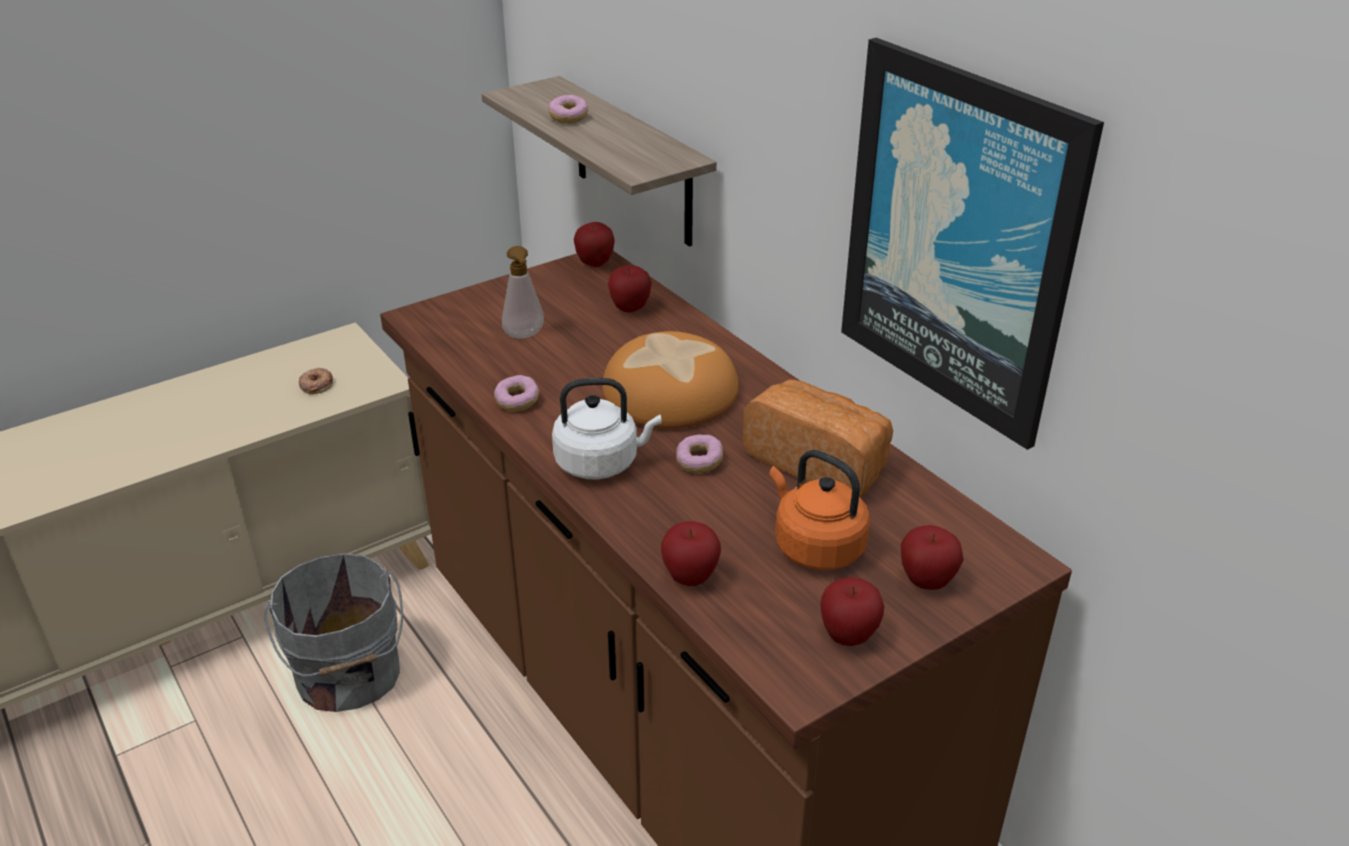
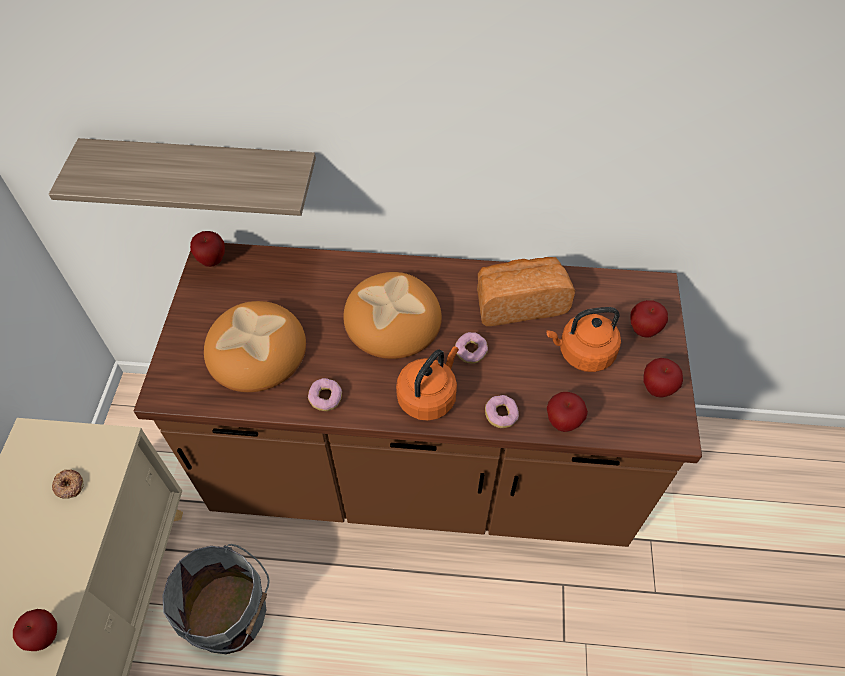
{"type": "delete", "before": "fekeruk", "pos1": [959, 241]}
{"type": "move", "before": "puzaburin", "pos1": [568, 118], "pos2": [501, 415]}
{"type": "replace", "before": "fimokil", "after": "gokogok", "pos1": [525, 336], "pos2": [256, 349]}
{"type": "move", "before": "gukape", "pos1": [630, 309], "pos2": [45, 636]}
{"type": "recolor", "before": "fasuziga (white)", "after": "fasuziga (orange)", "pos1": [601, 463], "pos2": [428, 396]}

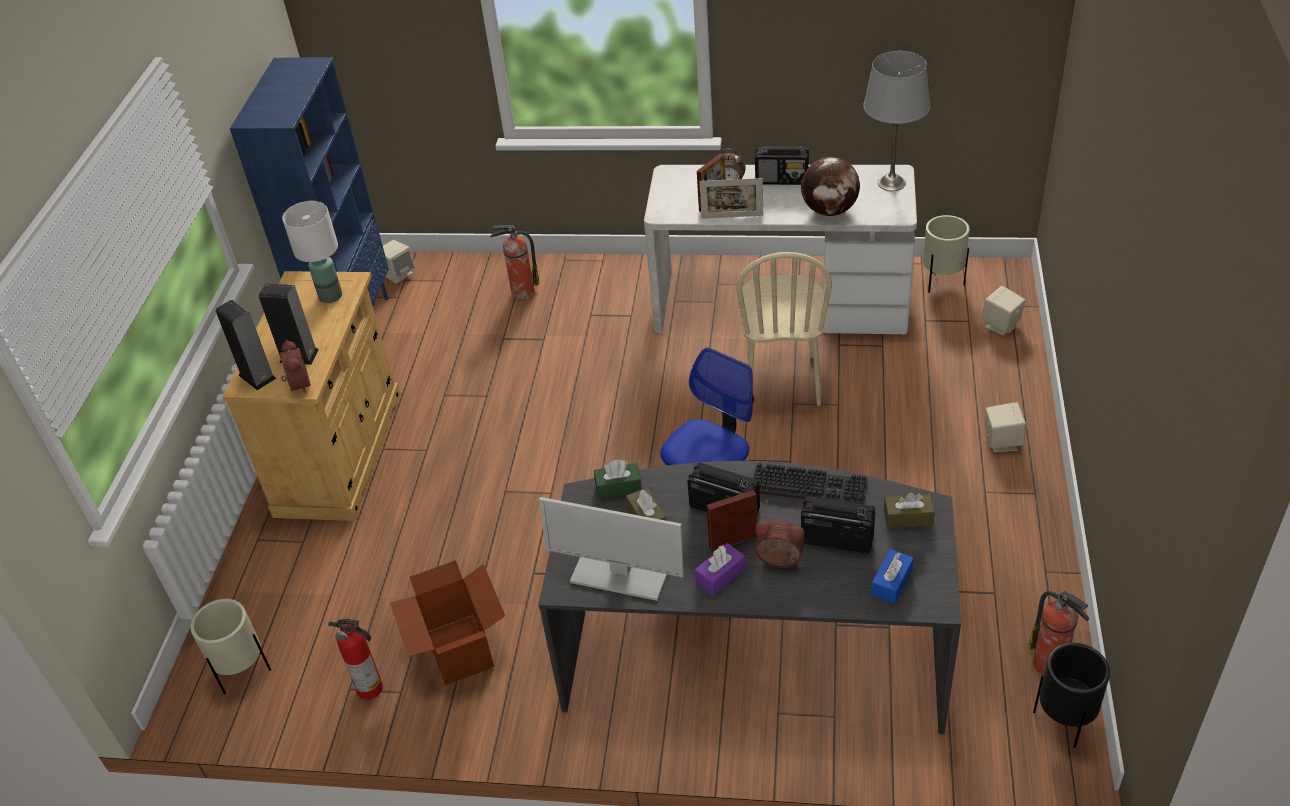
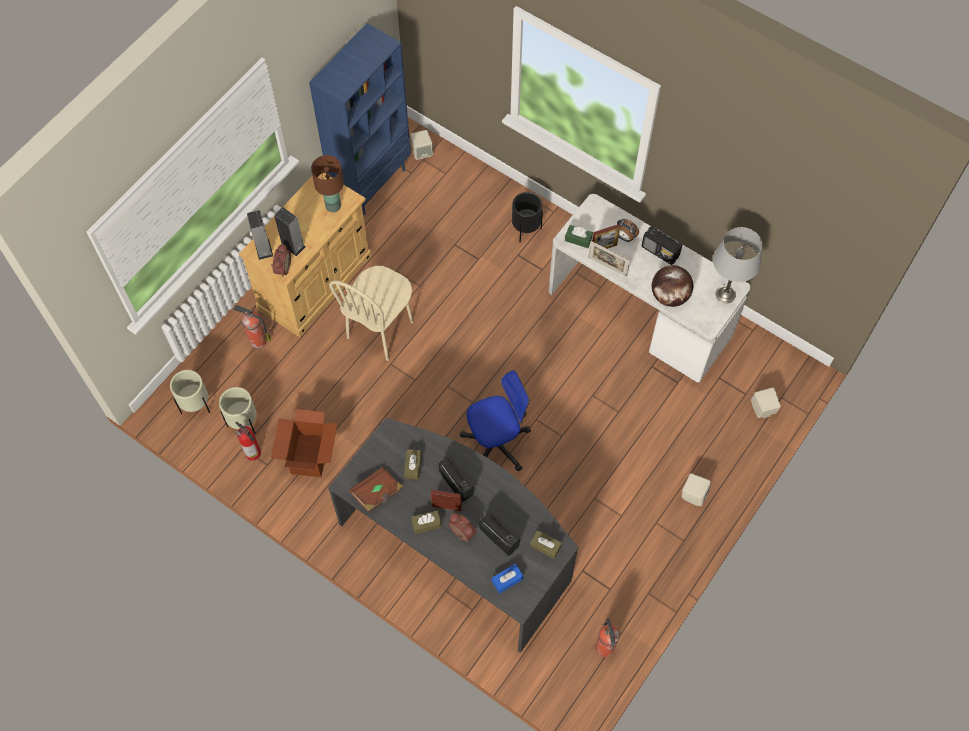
{"type": "recolor", "before": "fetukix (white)", "after": "fetukix (brown)", "pos1": [330, 295], "pos2": [333, 205]}
{"type": "move", "before": "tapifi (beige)", "pos1": [942, 283], "pos2": [244, 423]}
{"type": "move", "before": "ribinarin", "pos1": [521, 293], "pos2": [257, 340]}
{"type": "move", "before": "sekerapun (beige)", "pos1": [782, 381], "pos2": [380, 330]}
{"type": "move", "before": "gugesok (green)", "pos1": [618, 487], "pos2": [578, 239]}
{"type": "delete", "before": "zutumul", "pos1": [811, 485]}
{"type": "replace", "before": "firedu", "after": "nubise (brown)", "pos1": [619, 575], "pos2": [377, 493]}
{"type": "recolor", "before": "gugesok (purple)", "after": "gugesok (brown)", "pos1": [720, 575], "pos2": [426, 524]}
{"type": "move", "before": "tapifi (black)", "pos1": [1064, 722], "pos2": [526, 230]}

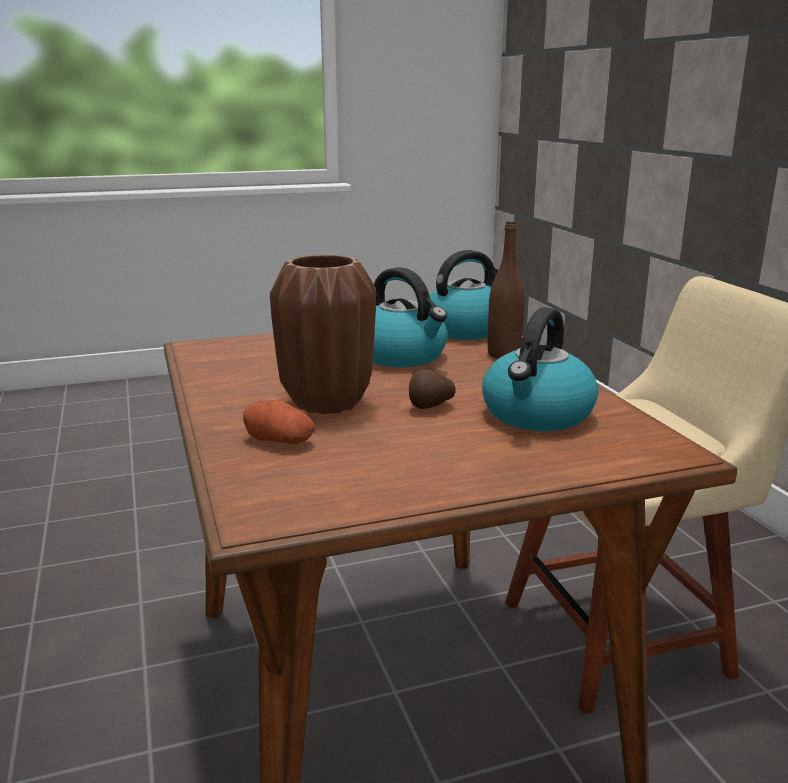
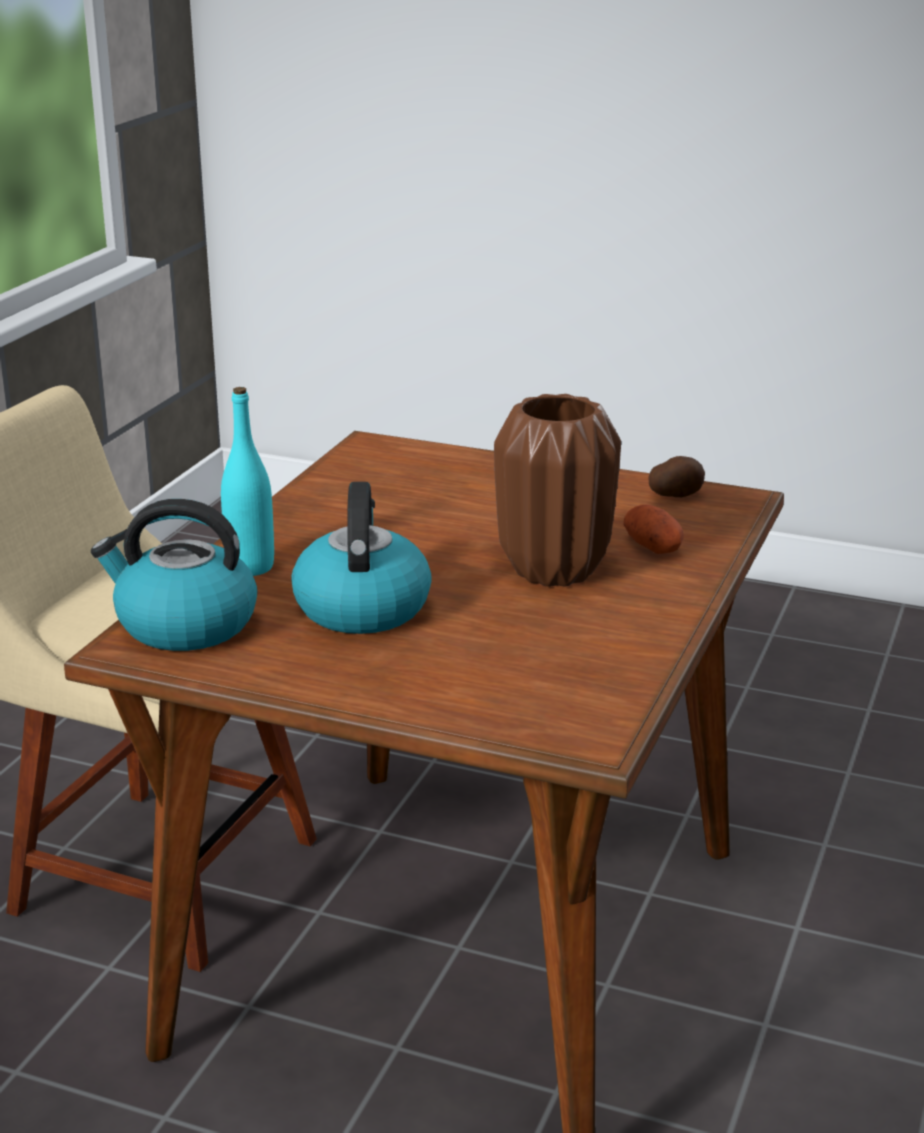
{"type": "recolor", "before": "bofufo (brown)", "after": "bofufo (turquoise)", "pos1": [504, 354], "pos2": [250, 567]}
{"type": "delete", "before": "fasuziga", "pos1": [537, 415]}
{"type": "move", "before": "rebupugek", "pos1": [429, 406], "pos2": [675, 496]}

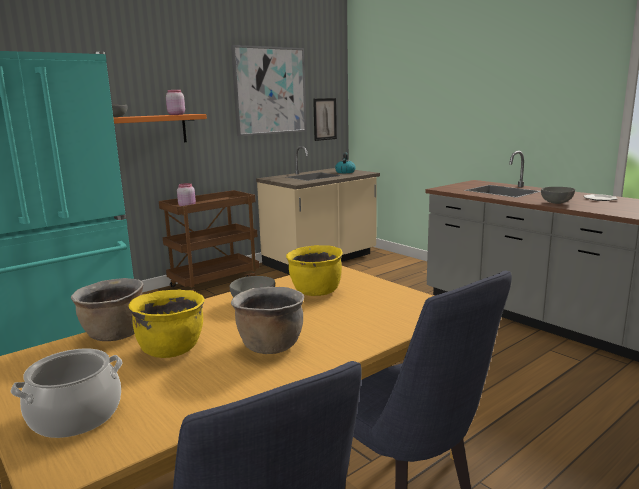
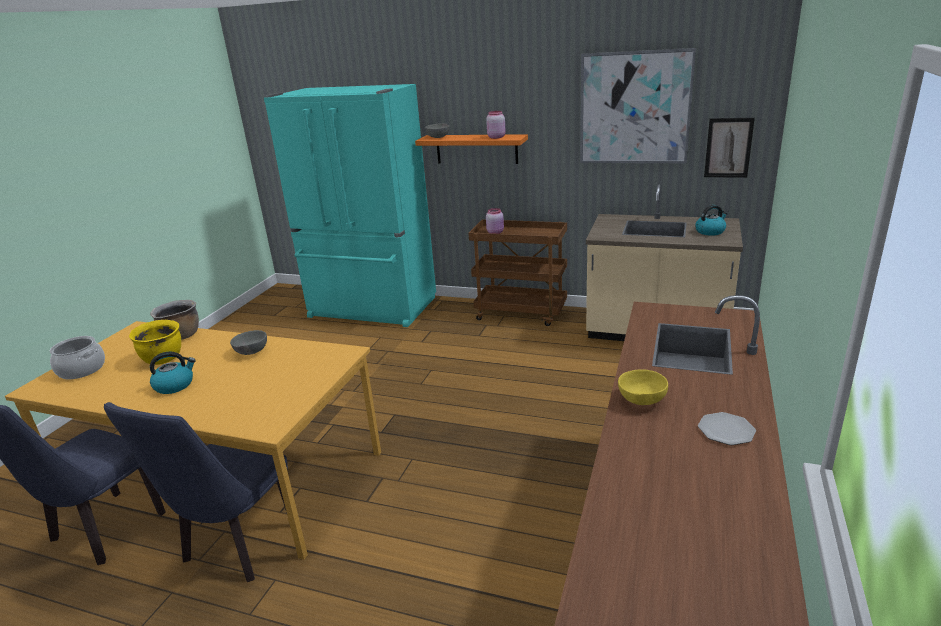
{"type": "recolor", "before": "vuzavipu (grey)", "after": "vuzavipu (yellow)", "pos1": [557, 203], "pos2": [641, 401]}
{"type": "delete", "before": "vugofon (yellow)", "pos1": [316, 292]}
{"type": "replace", "before": "vugofon (brown)", "after": "fasuziga", "pos1": [270, 346], "pos2": [175, 385]}

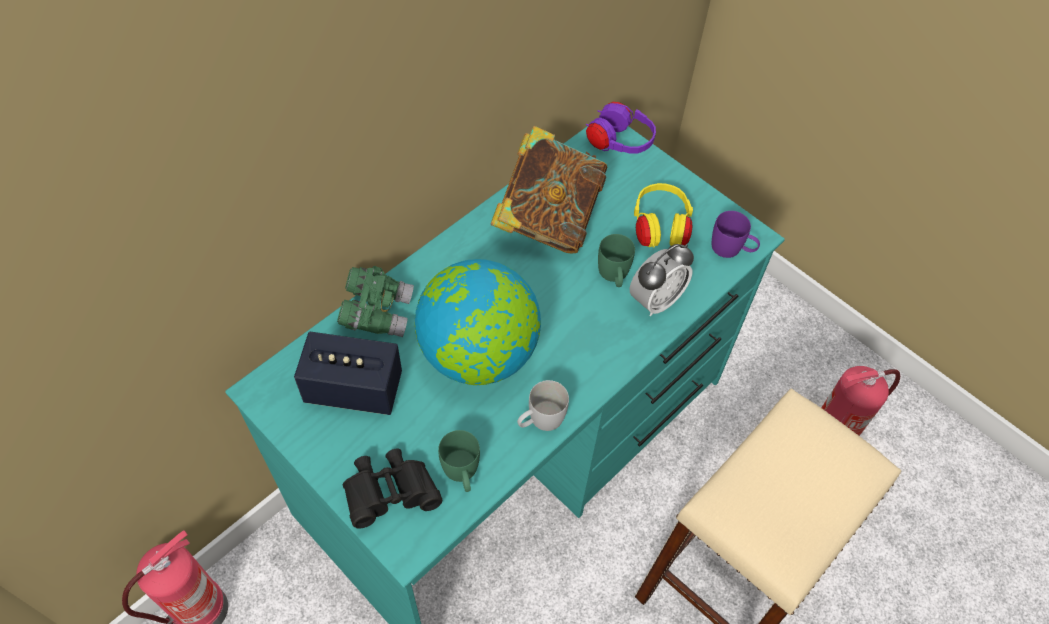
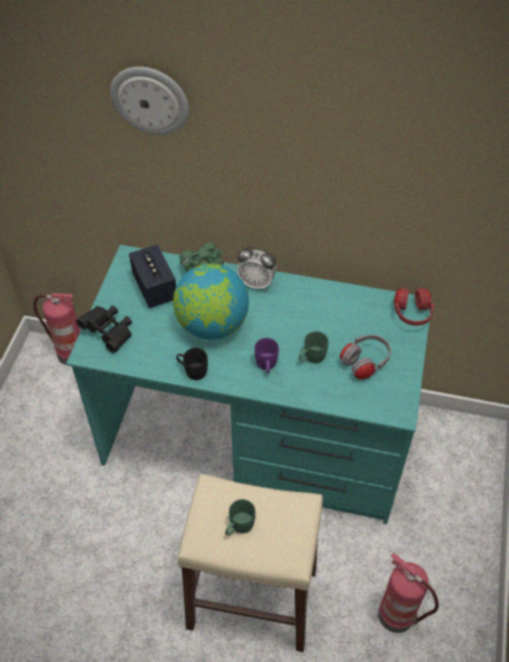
{"type": "recolor", "before": "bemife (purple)", "after": "bemife (red)", "pos1": [619, 143], "pos2": [411, 314]}
{"type": "delete", "before": "nubise", "pos1": [548, 219]}
{"type": "recolor", "before": "bemife (yellow)", "after": "bemife (grey)", "pos1": [660, 229], "pos2": [364, 363]}
{"type": "move", "before": "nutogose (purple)", "pos1": [732, 249], "pos2": [266, 366]}
{"type": "move", "before": "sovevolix", "pos1": [656, 300], "pos2": [256, 283]}
{"type": "recolor", "before": "nutogose (white)", "after": "nutogose (black)", "pos1": [540, 420], "pos2": [192, 370]}
{"type": "move", "before": "nutogose (green)", "pos1": [462, 473], "pos2": [238, 527]}
{"type": "insert", "after": "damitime", "pos2": [150, 100]}

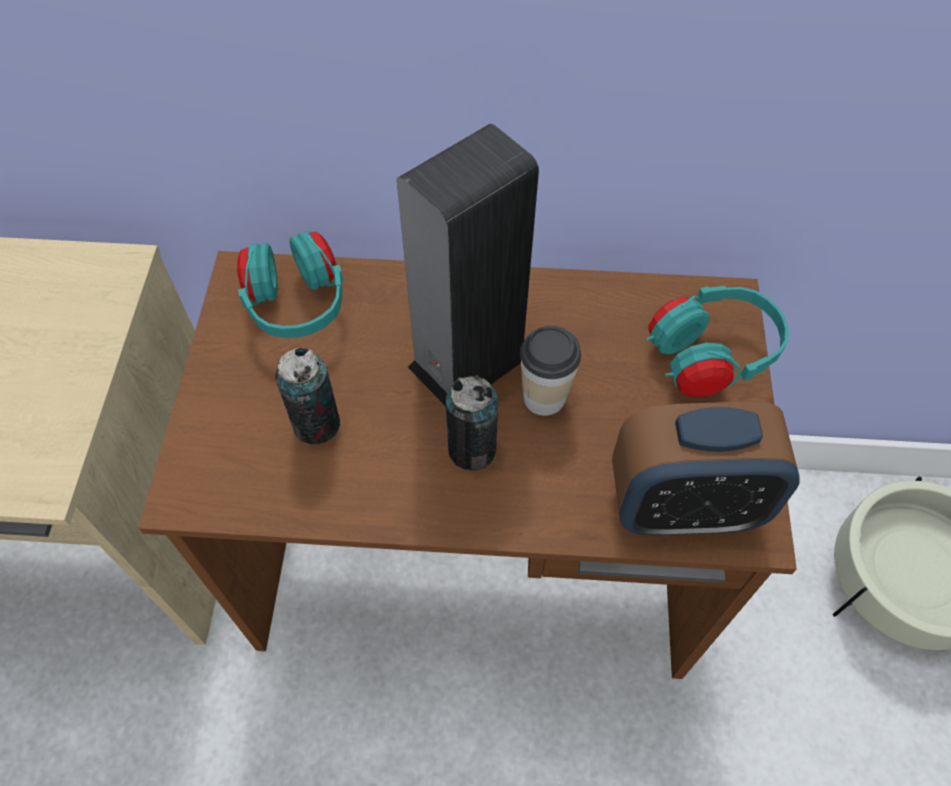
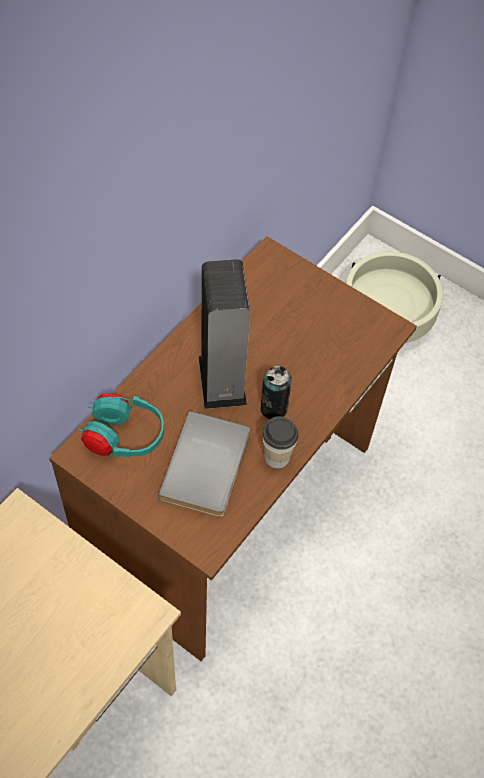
{"type": "delete", "before": "bemife (turquoise)", "pos1": [709, 358]}
{"type": "move", "before": "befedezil", "pos1": [544, 397], "pos2": [277, 456]}
{"type": "replace", "before": "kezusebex", "after": "nubise (grey)", "pos1": [316, 424], "pos2": [209, 467]}
{"type": "delete", "before": "sovevolix", "pos1": [683, 506]}

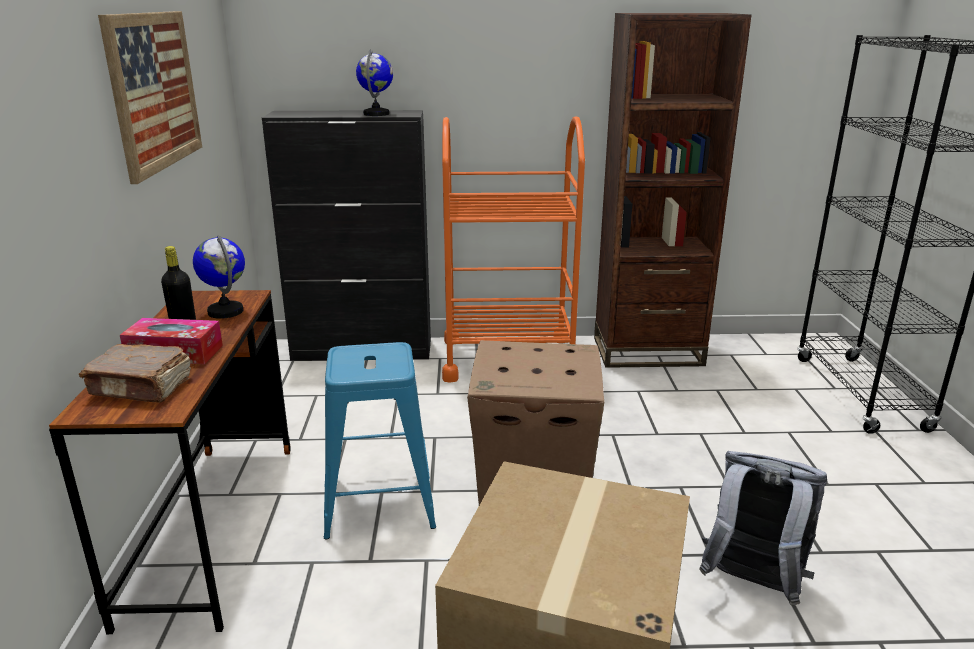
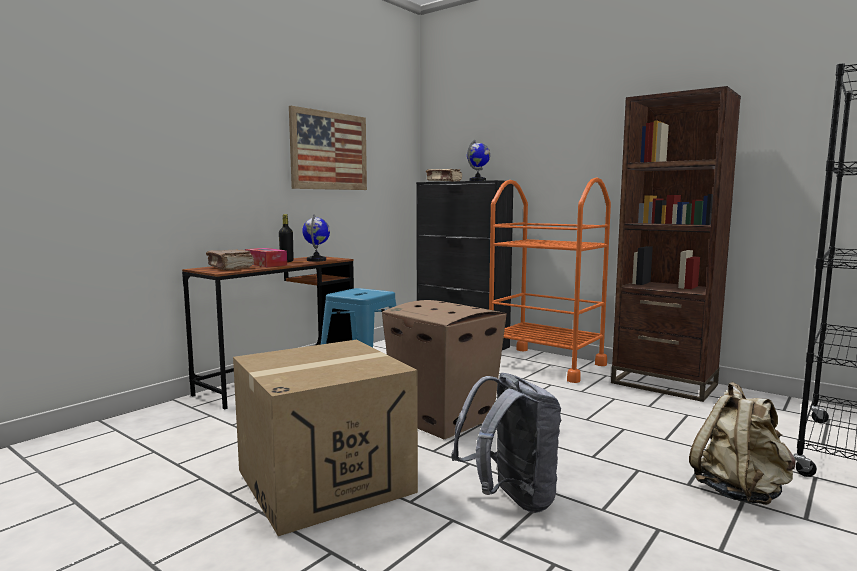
{"type": "insert", "after": "nubise (beige)", "pos2": [444, 181]}
{"type": "insert", "after": "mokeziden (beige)", "pos2": [739, 492]}

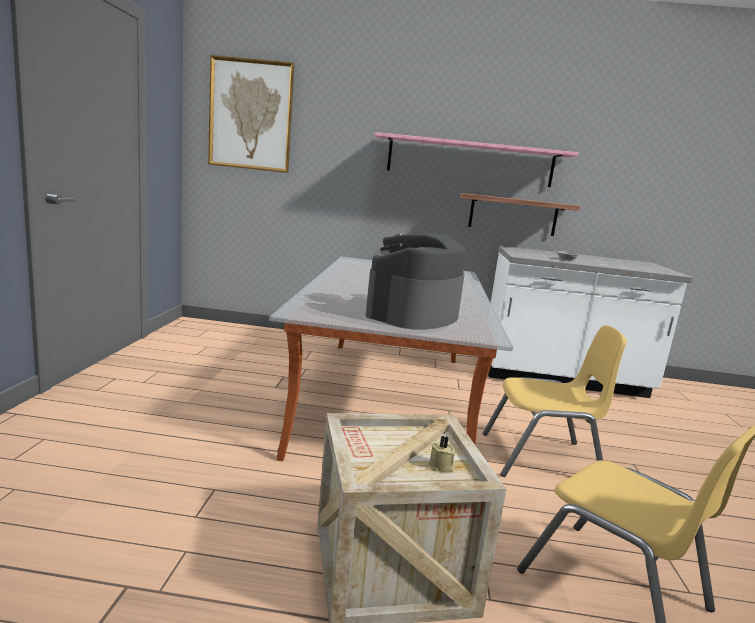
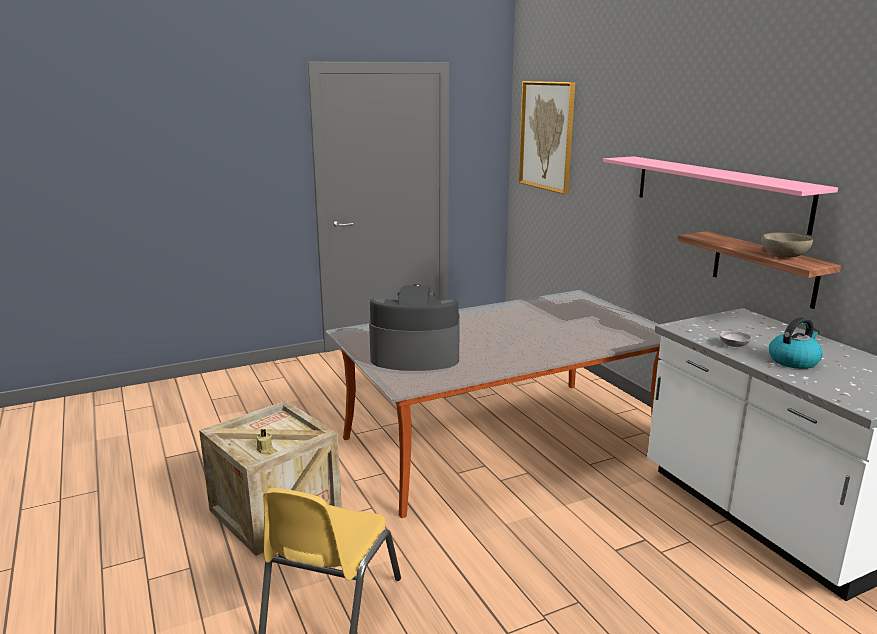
{"type": "delete", "before": "sekerapun (yellow)", "pos1": [541, 458]}
{"type": "insert", "after": "vuzavipu (beige)", "pos2": [784, 256]}
{"type": "insert", "after": "fasuziga", "pos2": [793, 361]}

